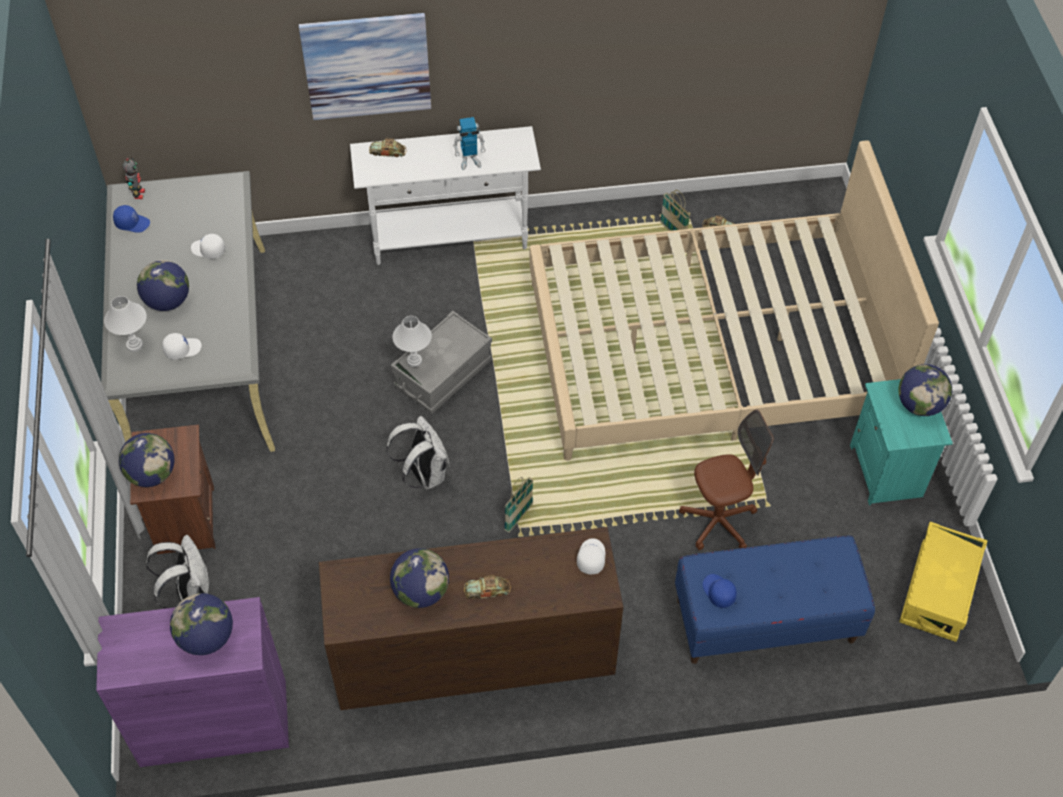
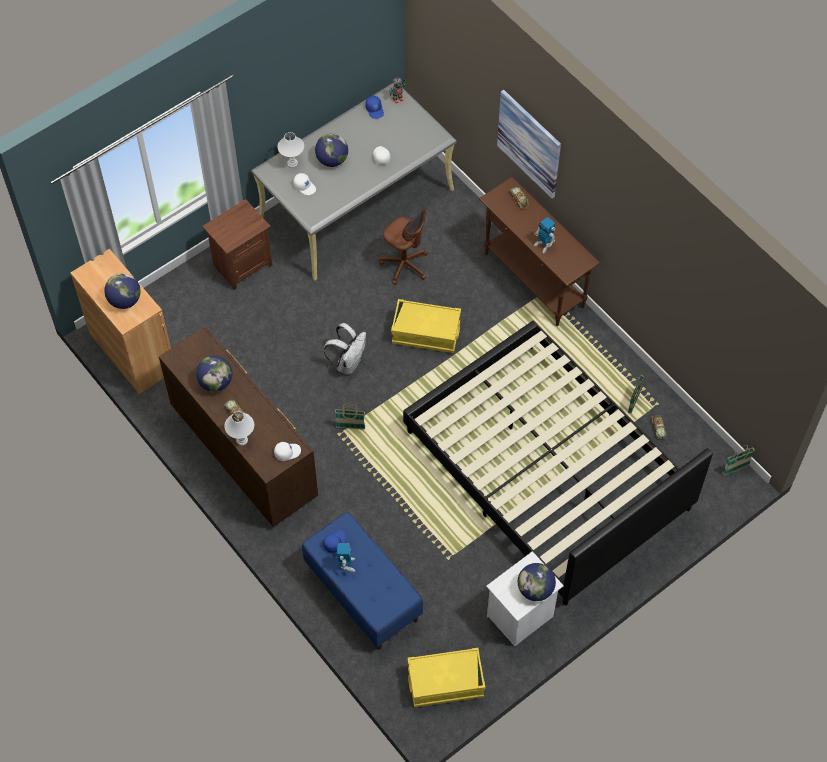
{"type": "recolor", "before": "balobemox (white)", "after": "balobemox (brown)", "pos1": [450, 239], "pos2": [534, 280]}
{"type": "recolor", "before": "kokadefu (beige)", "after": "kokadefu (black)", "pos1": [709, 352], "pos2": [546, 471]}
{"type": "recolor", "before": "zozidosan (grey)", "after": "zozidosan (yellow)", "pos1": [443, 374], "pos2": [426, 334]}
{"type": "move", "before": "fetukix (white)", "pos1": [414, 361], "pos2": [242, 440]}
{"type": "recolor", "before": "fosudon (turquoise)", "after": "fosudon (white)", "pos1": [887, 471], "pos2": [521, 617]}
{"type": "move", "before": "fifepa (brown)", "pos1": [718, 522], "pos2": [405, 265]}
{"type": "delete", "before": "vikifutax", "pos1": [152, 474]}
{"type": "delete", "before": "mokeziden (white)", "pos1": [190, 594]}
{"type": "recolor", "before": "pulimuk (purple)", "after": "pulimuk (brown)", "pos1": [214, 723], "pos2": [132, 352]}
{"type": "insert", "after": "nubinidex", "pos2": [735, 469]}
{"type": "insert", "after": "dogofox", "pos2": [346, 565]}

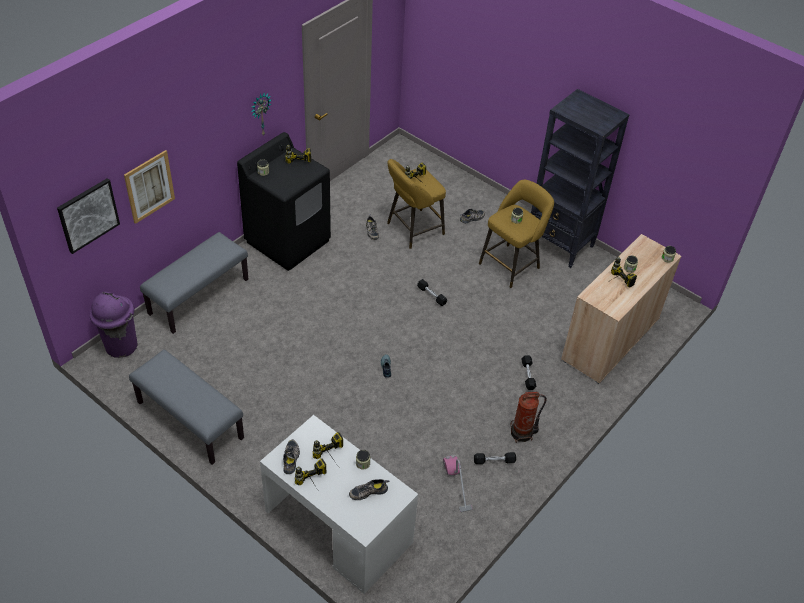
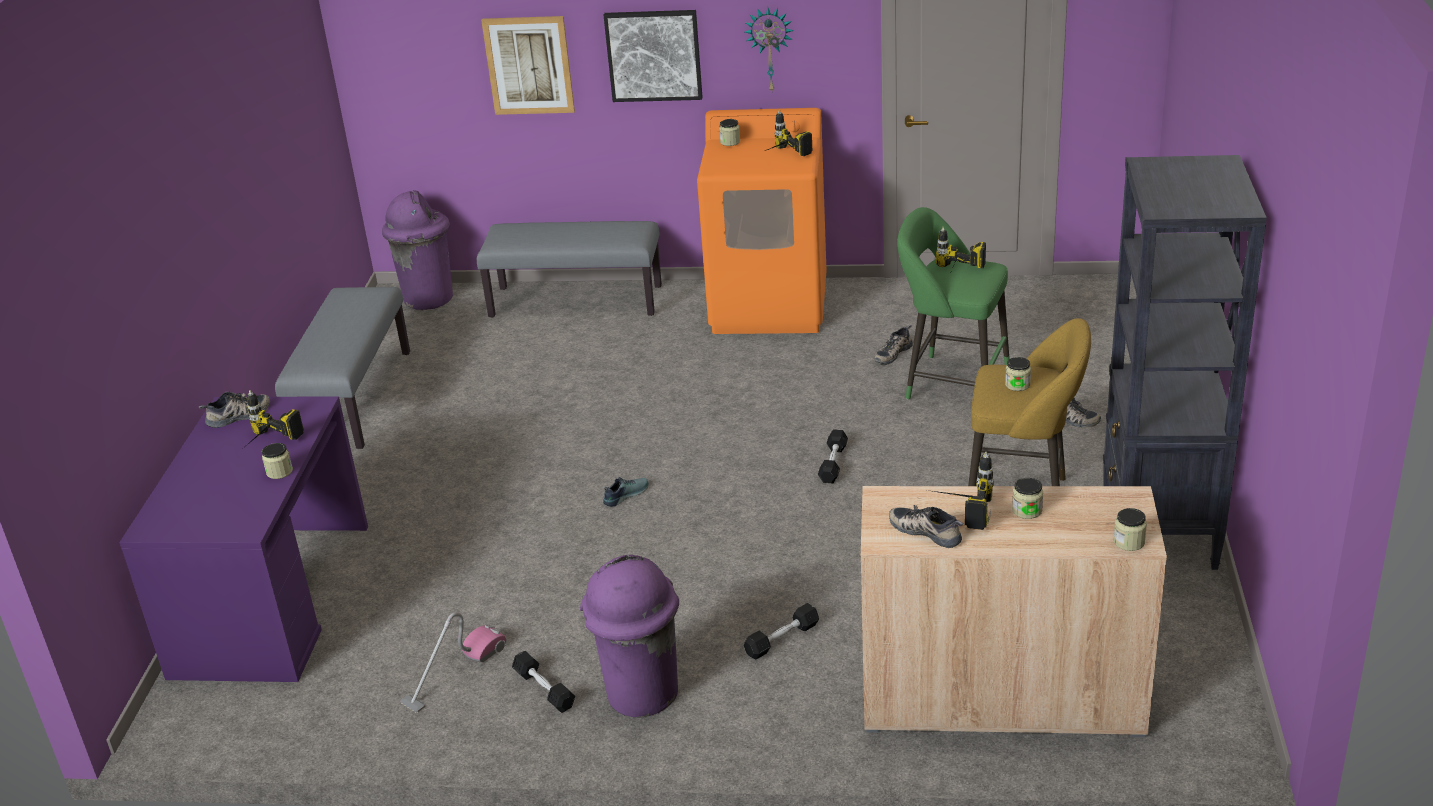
{"type": "recolor", "before": "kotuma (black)", "after": "kotuma (orange)", "pos1": [288, 241], "pos2": [770, 306]}
{"type": "recolor", "before": "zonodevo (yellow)", "after": "zonodevo (green)", "pos1": [412, 230], "pos2": [951, 382]}
{"type": "move", "before": "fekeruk", "pos1": [88, 215], "pos2": [654, 55]}
{"type": "replace", "before": "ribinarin", "after": "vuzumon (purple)", "pos1": [523, 433], "pos2": [640, 693]}
{"type": "recolor", "before": "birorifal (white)", "after": "birorifal (purple)", "pos1": [338, 527], "pos2": [272, 599]}
{"type": "delete", "before": "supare", "pos1": [315, 486]}
{"type": "move", "before": "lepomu", "pos1": [368, 491], "pos2": [927, 531]}

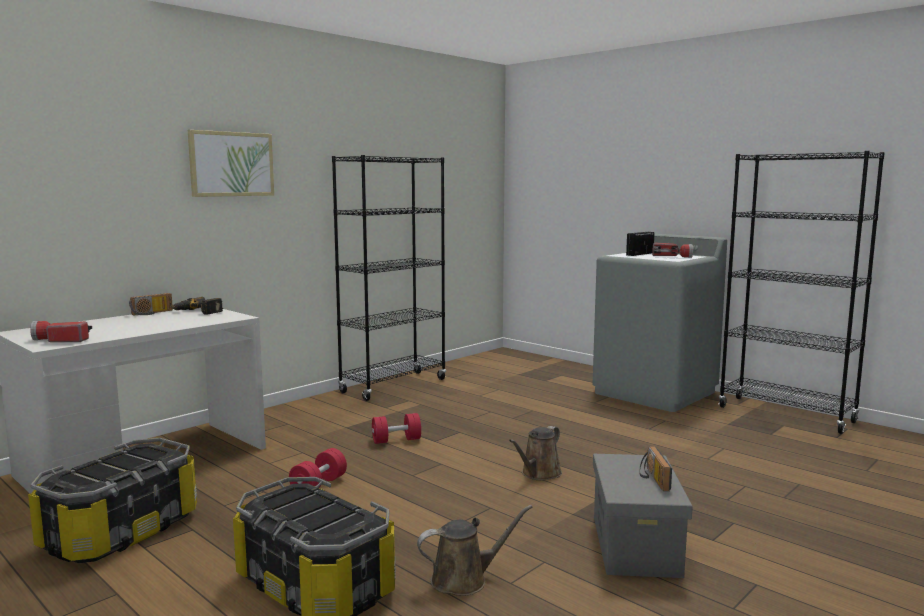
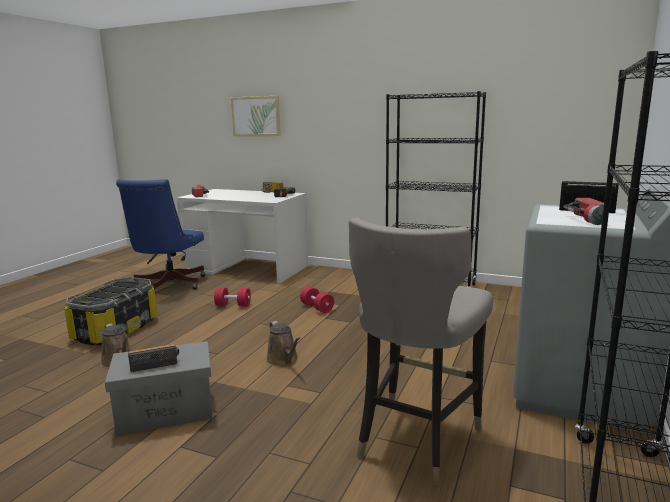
{"type": "move", "before": "fekeruk", "pos1": [231, 164], "pos2": [256, 116]}
{"type": "rotate", "before": "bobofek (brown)", "pos1": [539, 474], "pos2": [283, 360], "turn": -135}
{"type": "replace", "before": "zozidosan", "after": "fifepa (blue)", "pos1": [122, 532], "pos2": [168, 285]}
{"type": "insert", "after": "zonodevo (grey)", "pos2": [415, 440]}

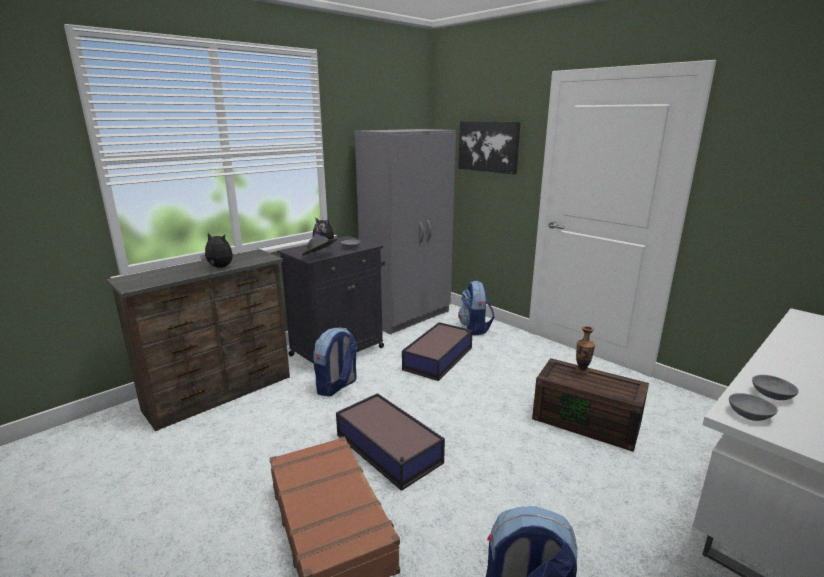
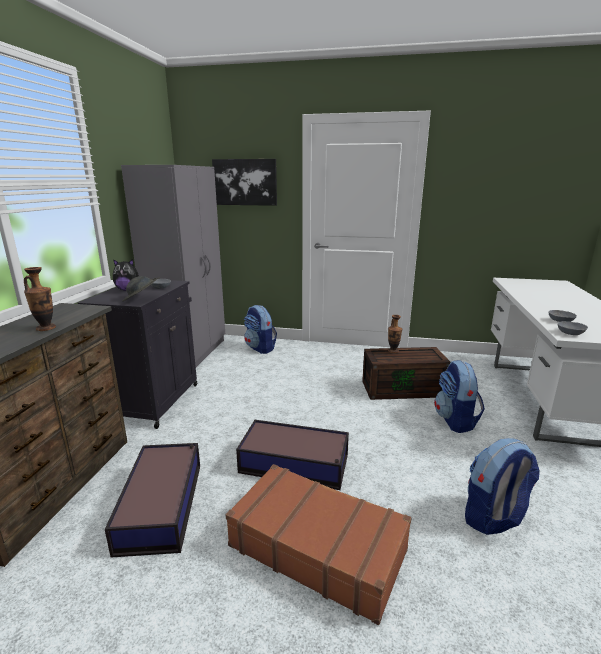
{"type": "replace", "before": "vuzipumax", "after": "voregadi", "pos1": [219, 268], "pos2": [46, 328]}
{"type": "move", "before": "zozidosan", "pos1": [439, 358], "pos2": [162, 504]}
{"type": "move", "before": "mokeziden", "pos1": [336, 386], "pos2": [455, 421]}

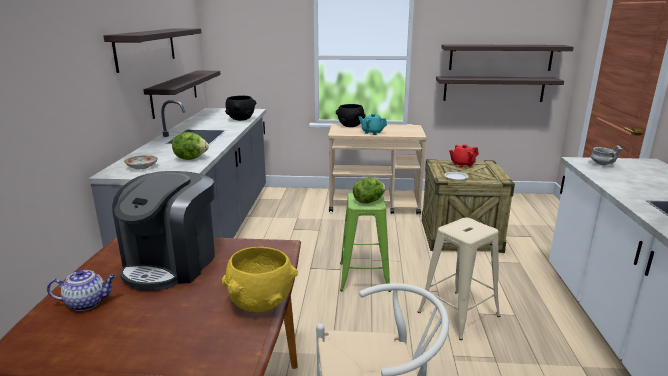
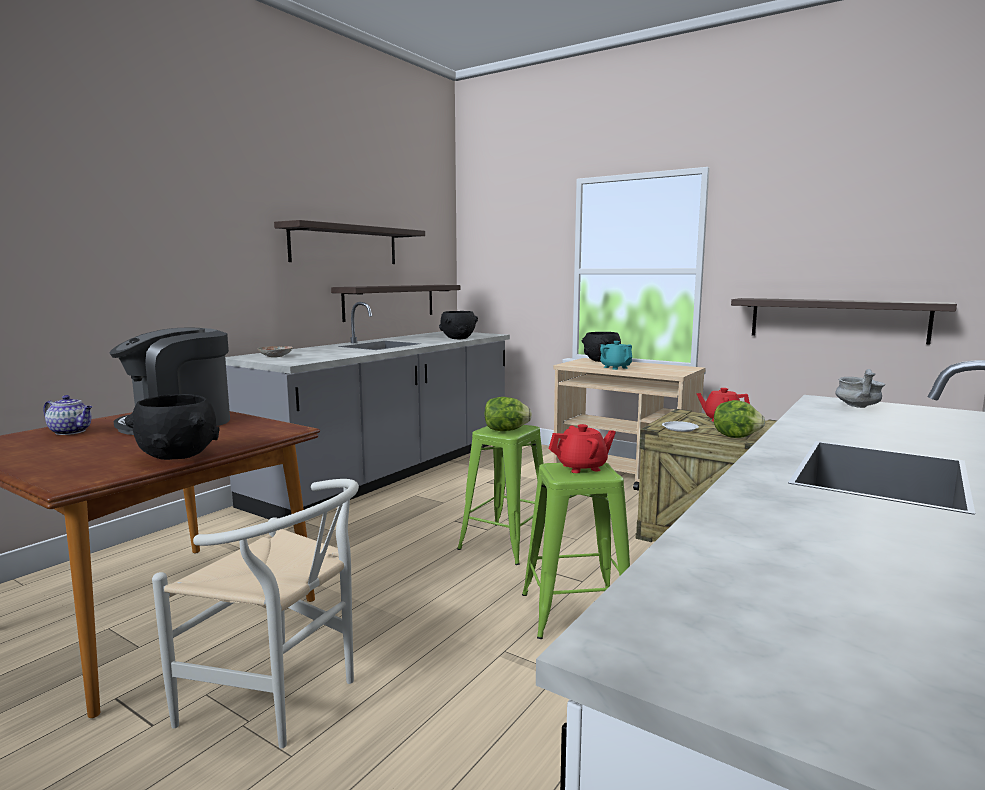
{"type": "delete", "before": "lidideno", "pos1": [500, 57]}
{"type": "move", "before": "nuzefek", "pos1": [191, 158], "pos2": [735, 436]}
{"type": "recolor", "before": "zonodevo (beige)", "after": "zonodevo (green)", "pos1": [459, 314], "pos2": [577, 612]}
{"type": "recolor", "before": "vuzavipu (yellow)", "after": "vuzavipu (black)", "pos1": [260, 303], "pos2": [177, 456]}
{"type": "insert", "after": "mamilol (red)", "pos2": [582, 467]}

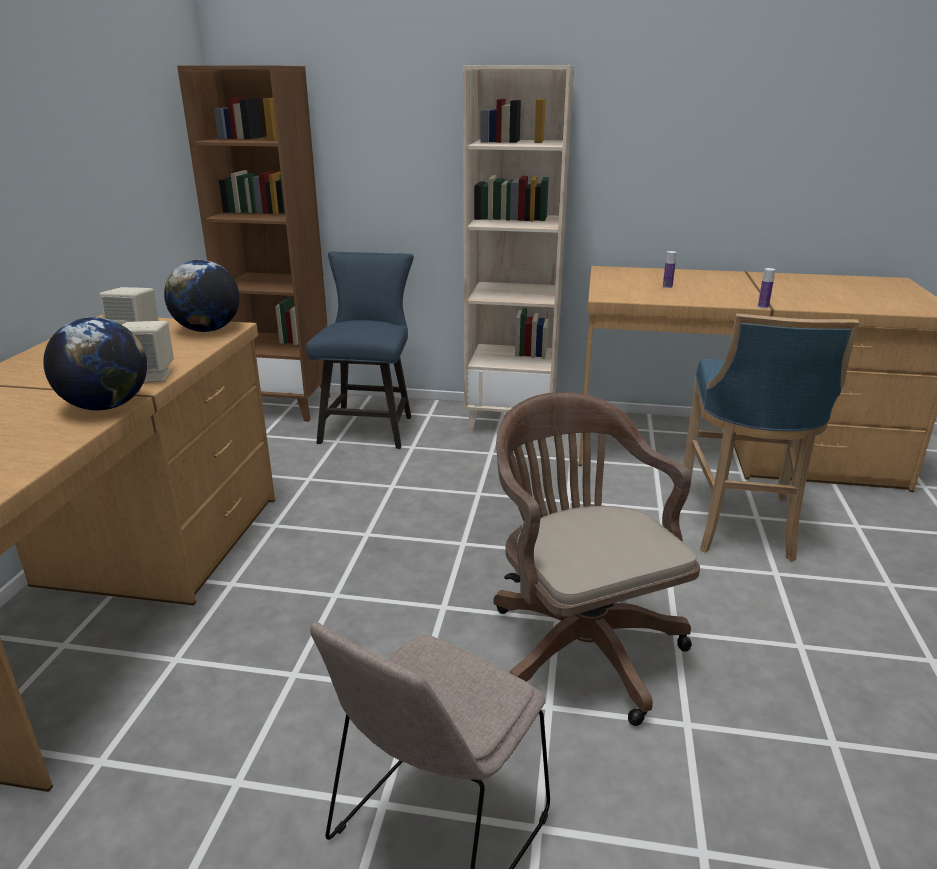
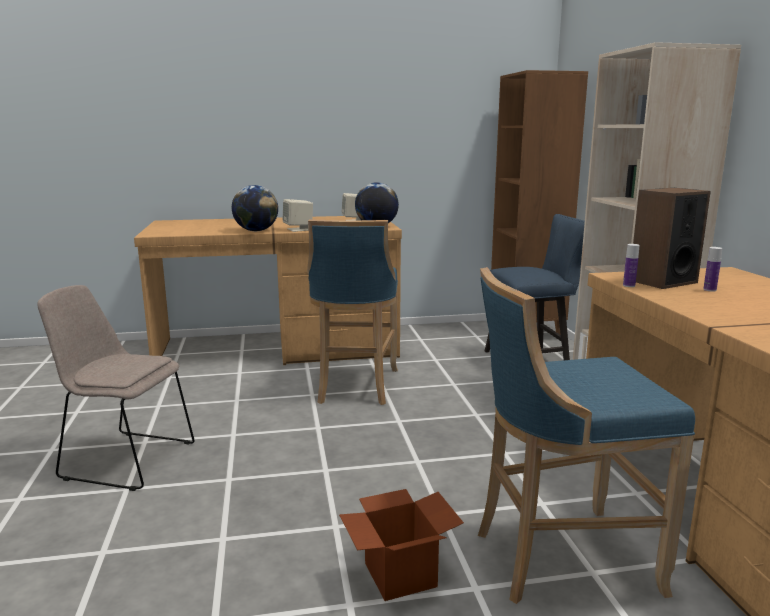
{"type": "move", "before": "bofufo", "pos1": [763, 307], "pos2": [629, 285]}
{"type": "delete", "before": "fifepa (brown)", "pos1": [579, 642]}
{"type": "insert", "after": "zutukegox", "pos2": [662, 281]}
{"type": "insert", "after": "zonodevo (blue)", "pos2": [355, 387]}
{"type": "insert", "after": "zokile", "pos2": [400, 575]}

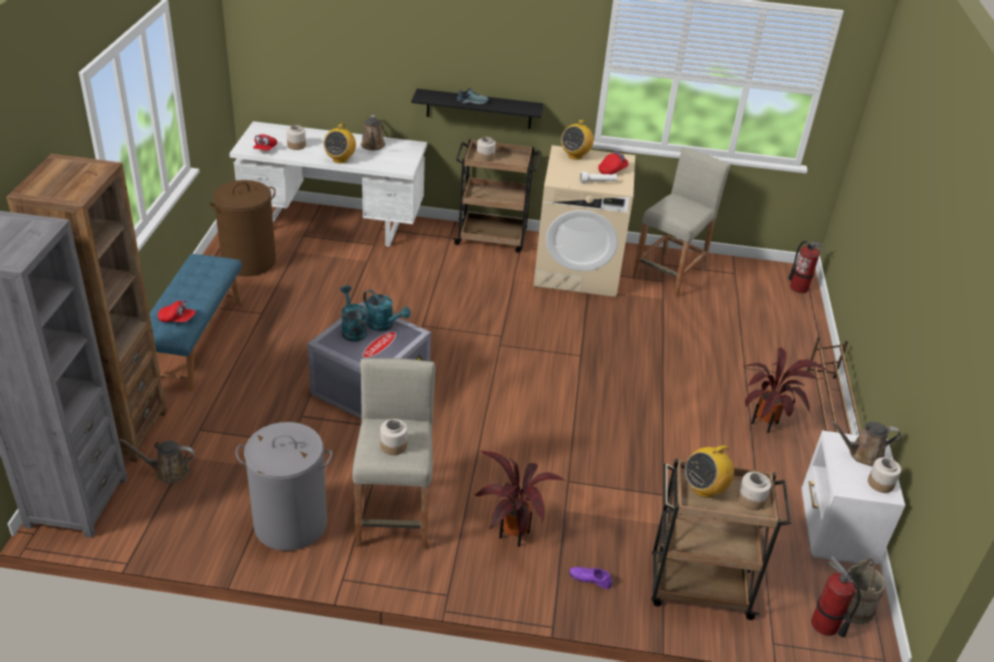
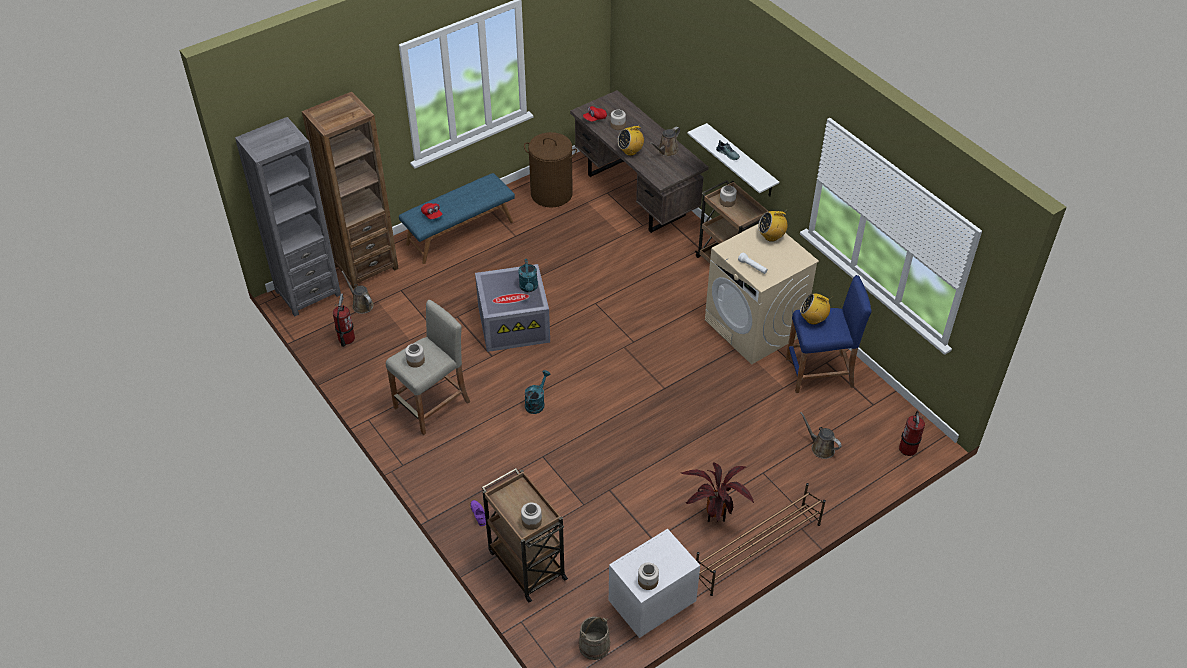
{"type": "recolor", "before": "lidideno (black)", "after": "lidideno (white)", "pos1": [479, 109], "pos2": [741, 161]}
{"type": "recolor", "before": "birorifal (white)", "after": "birorifal (brown)", "pos1": [334, 225], "pos2": [637, 195]}
{"type": "recolor", "before": "zonodevo (beige)", "after": "zonodevo (blue)", "pos1": [670, 274], "pos2": [819, 373]}
{"type": "delete", "before": "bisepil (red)", "pos1": [612, 170]}
{"type": "move", "before": "bobofek (turquoise)", "pos1": [352, 330], "pos2": [536, 402]}
{"type": "move", "before": "bobofek (brown)", "pos1": [862, 454], "pos2": [820, 447]}
{"type": "delete", "before": "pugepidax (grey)", "pos1": [290, 524]}
{"type": "move", "before": "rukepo", "pos1": [704, 489], "pos2": [813, 319]}
{"type": "delete", "before": "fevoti", "pos1": [511, 536]}
{"type": "move", "before": "ribinarin", "pos1": [824, 625], "pos2": [346, 338]}

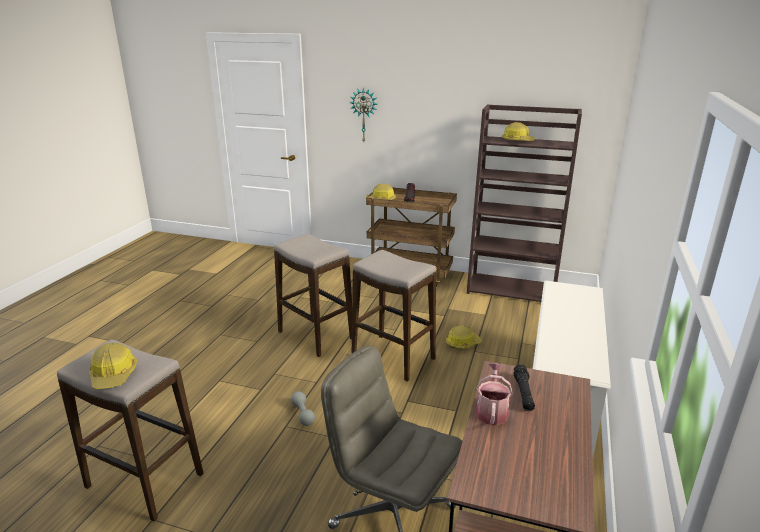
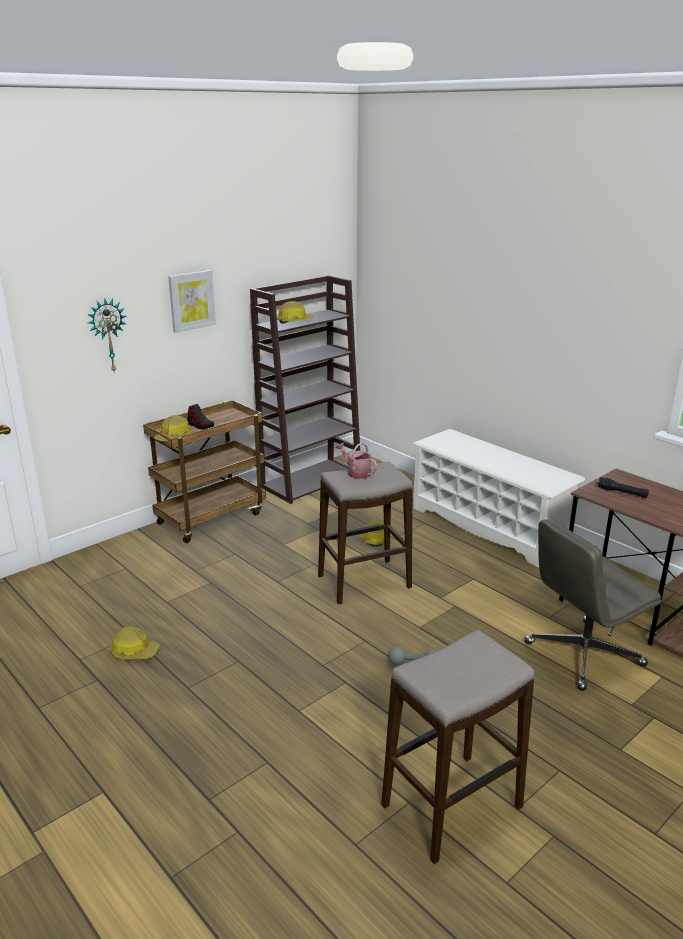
{"type": "delete", "before": "zonodevo", "pos1": [315, 335]}
{"type": "move", "before": "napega", "pos1": [114, 375], "pos2": [134, 651]}
{"type": "move", "before": "bobofek", "pos1": [492, 411], "pos2": [356, 472]}
{"type": "insert", "after": "fekeruk", "pos2": [191, 300]}

